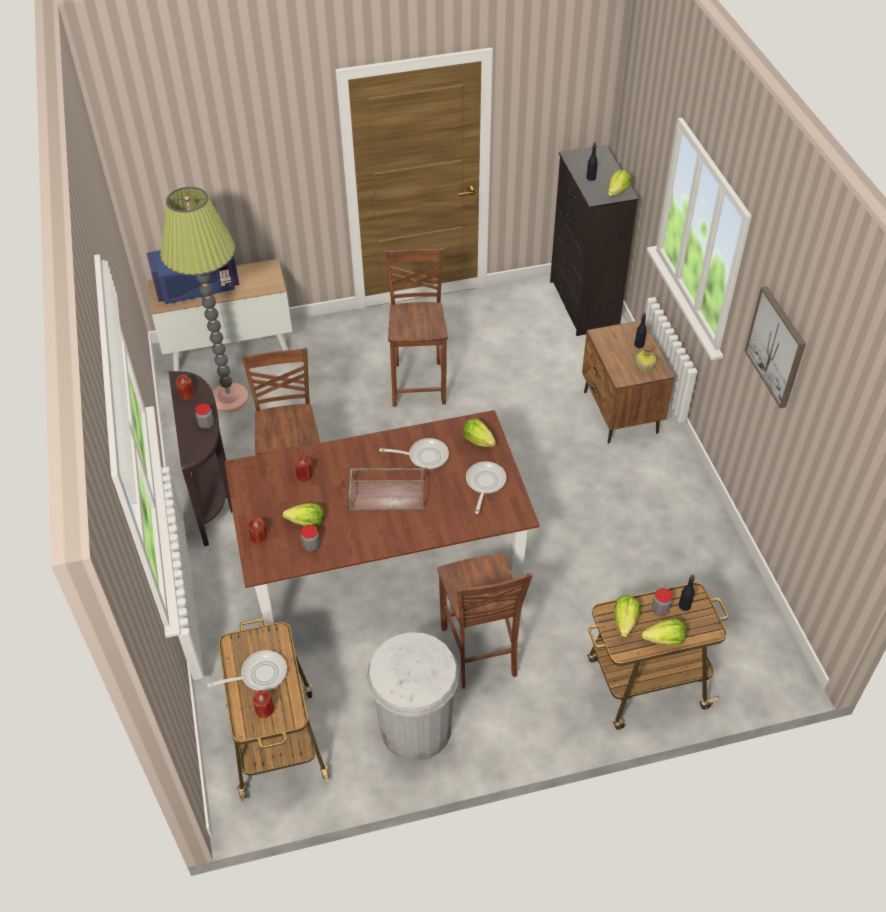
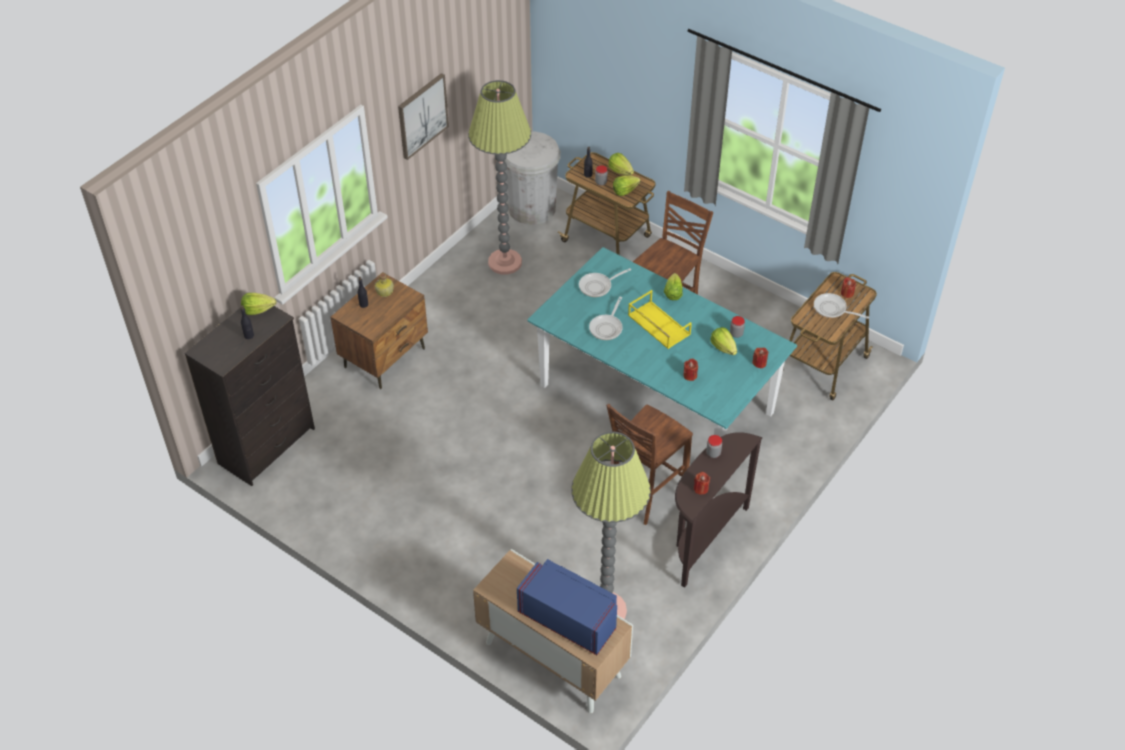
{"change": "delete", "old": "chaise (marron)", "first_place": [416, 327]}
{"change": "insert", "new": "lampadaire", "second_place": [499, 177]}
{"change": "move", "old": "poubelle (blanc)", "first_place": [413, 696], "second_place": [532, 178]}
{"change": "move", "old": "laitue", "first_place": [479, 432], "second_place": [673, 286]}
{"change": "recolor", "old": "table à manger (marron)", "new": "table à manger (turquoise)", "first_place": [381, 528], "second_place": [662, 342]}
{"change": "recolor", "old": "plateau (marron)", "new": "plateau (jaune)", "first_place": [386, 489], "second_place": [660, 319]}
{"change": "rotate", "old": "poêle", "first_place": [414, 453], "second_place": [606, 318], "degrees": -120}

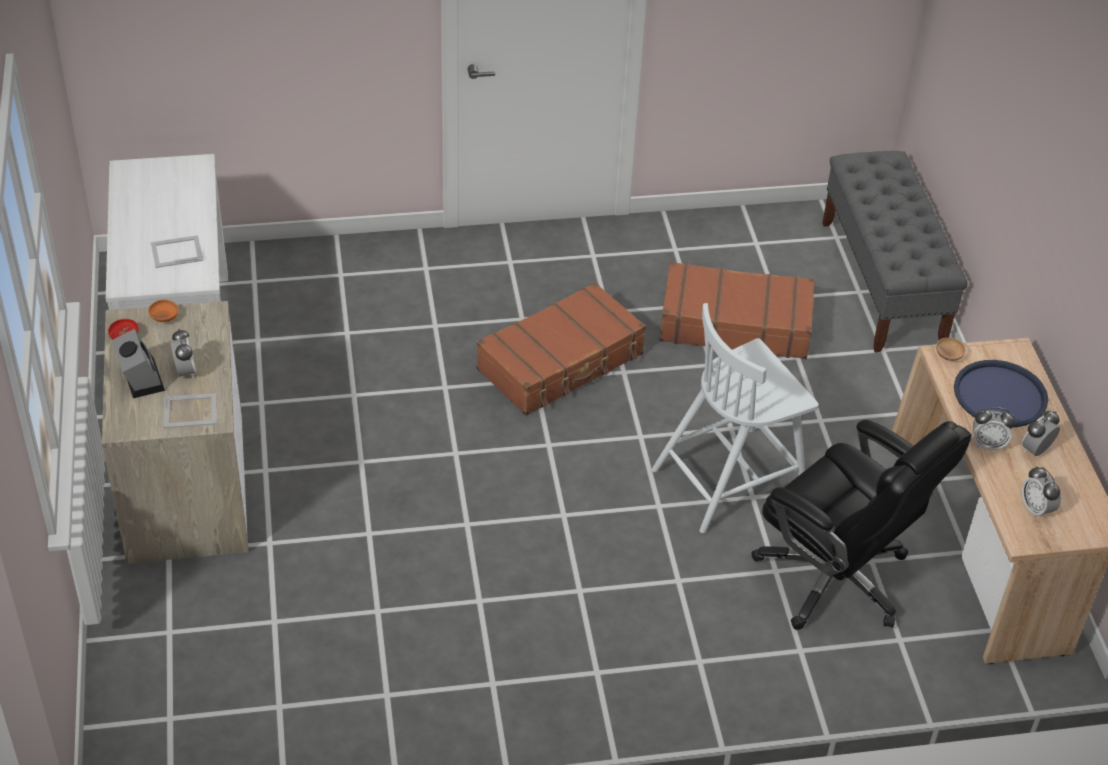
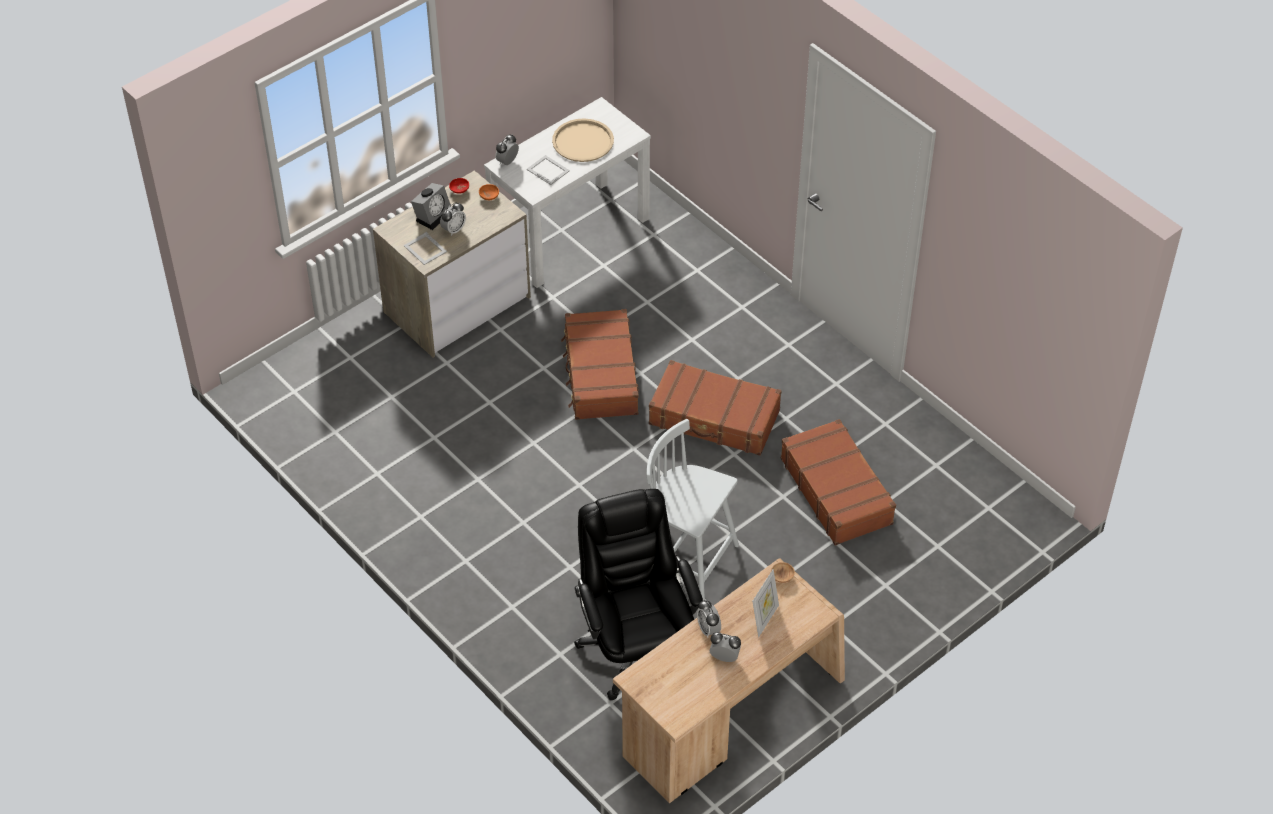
{"change": "delete", "old": "banc (gris)", "first_place": [895, 252]}
{"change": "insert", "new": "plateau (beige)", "second_place": [583, 140]}
{"change": "insert", "new": "valise (marron)", "second_place": [600, 364]}
{"change": "move", "old": "réveil", "first_place": [1041, 492], "second_place": [507, 149]}
{"change": "replace", "old": "plateau (bleu)", "new": "cadre photo", "first_place": [1001, 393], "second_place": [765, 603]}
{"change": "rotate", "old": "chaise de bureau (noir)", "first_place": [861, 525], "second_place": [638, 594], "degrees": 150}

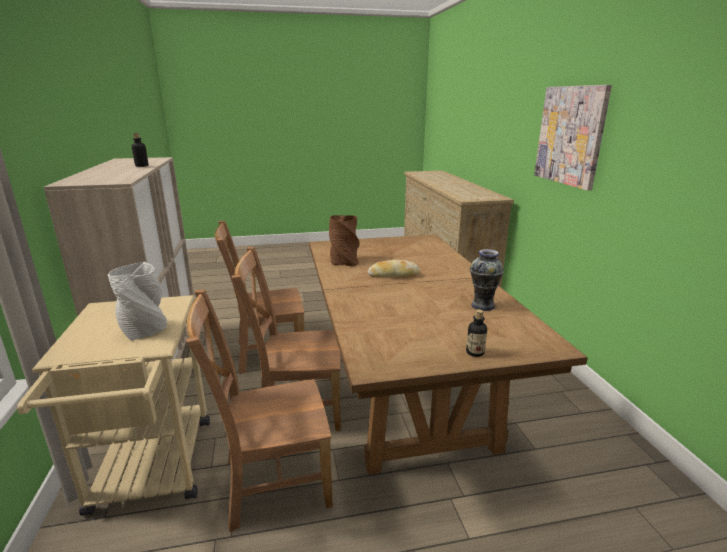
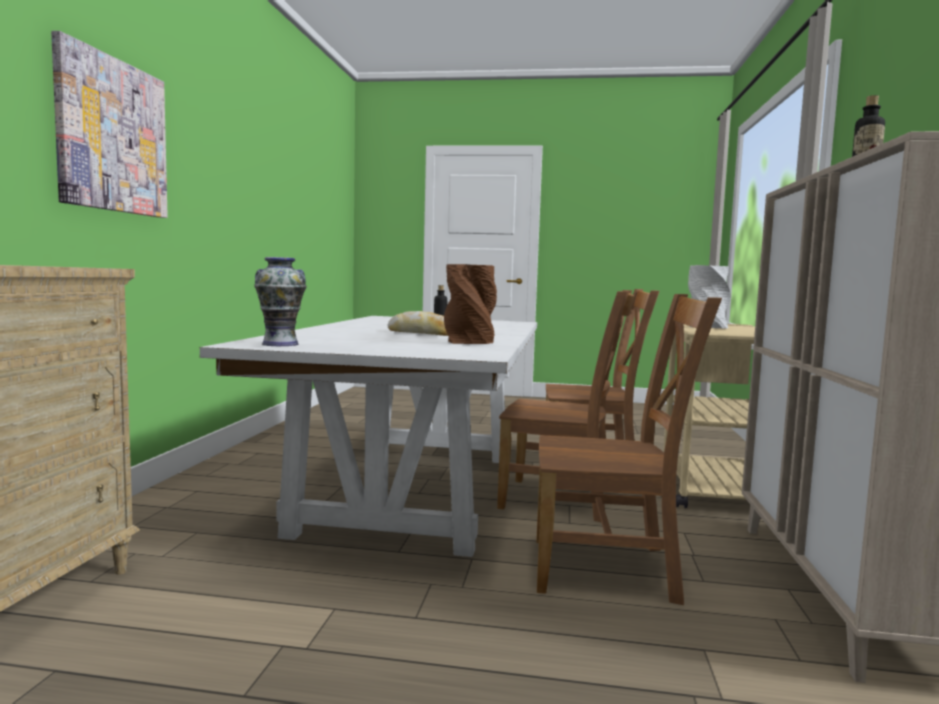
{"change": "move", "old": "vase", "first_place": [487, 280], "second_place": [280, 301]}
{"change": "recolor", "old": "table à manger (marron)", "new": "table à manger (blanc)", "first_place": [448, 354], "second_place": [368, 436]}

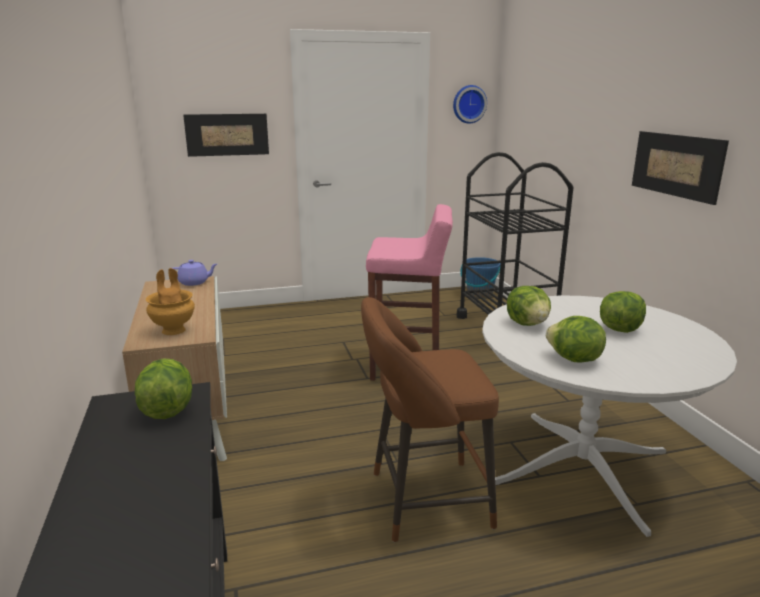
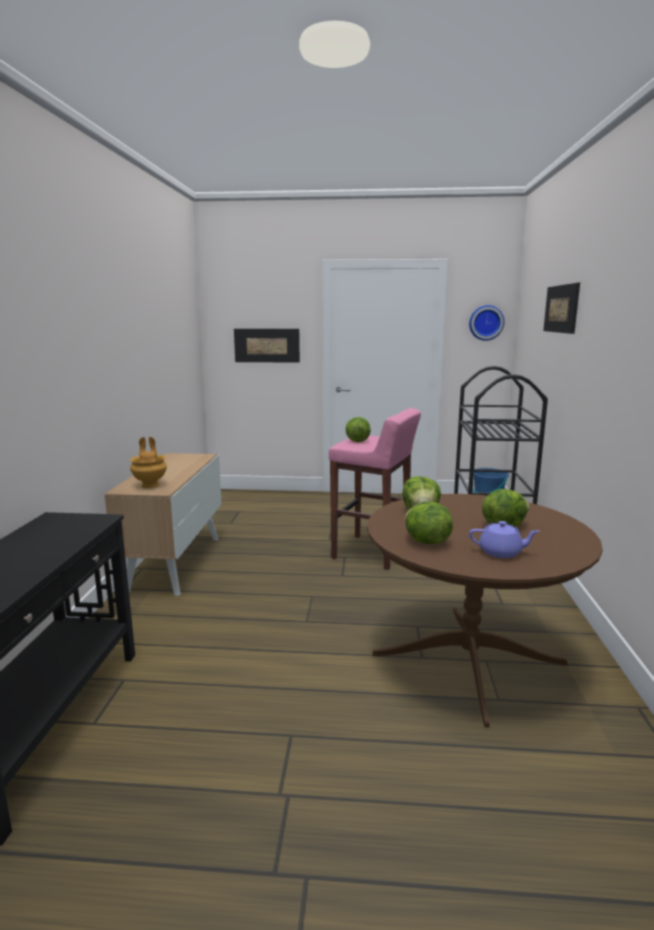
{"change": "delete", "old": "tabouret (marron)", "first_place": [430, 419]}
{"change": "move", "old": "laitue", "first_place": [163, 388], "second_place": [358, 429]}
{"change": "move", "old": "théière (violet)", "first_place": [195, 273], "second_place": [504, 539]}
{"change": "move", "old": "tableau", "first_place": [680, 168], "second_place": [561, 308]}
{"change": "recolor", "old": "table à manger (blanc)", "new": "table à manger (marron)", "first_place": [609, 416], "second_place": [485, 610]}

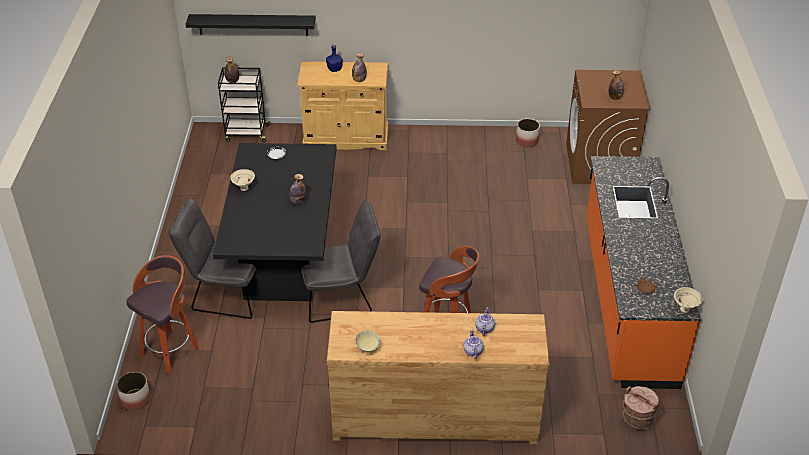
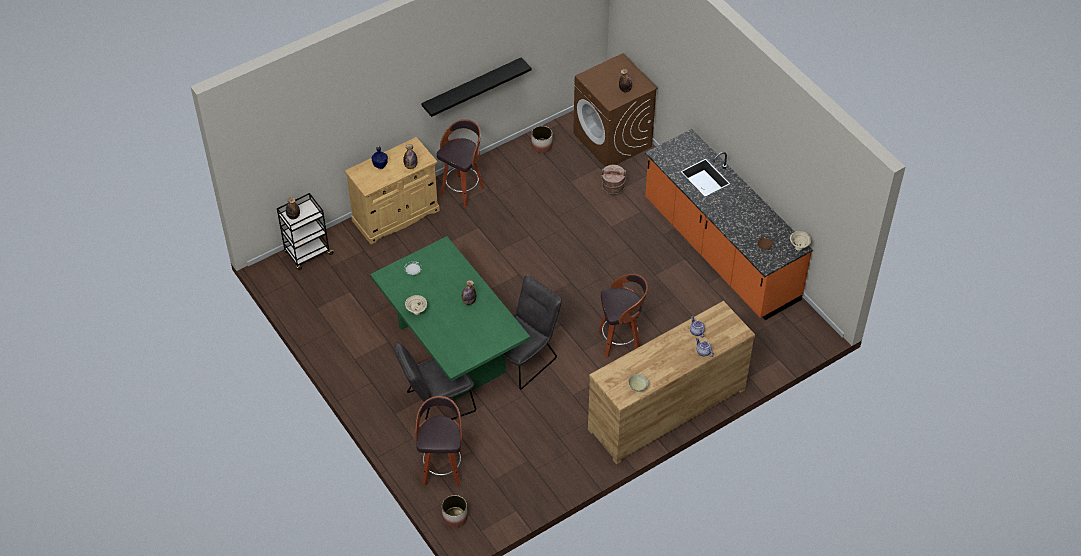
{"change": "insert", "new": "tabouret", "second_place": [460, 163]}
{"change": "move", "old": "étagère (noir)", "first_place": [250, 25], "second_place": [476, 87]}
{"change": "move", "old": "seau (marron)", "first_place": [640, 408], "second_place": [613, 179]}
{"change": "recolor", "old": "table à manger (noir)", "new": "table à manger (vert)", "first_place": [275, 222], "second_place": [450, 318]}

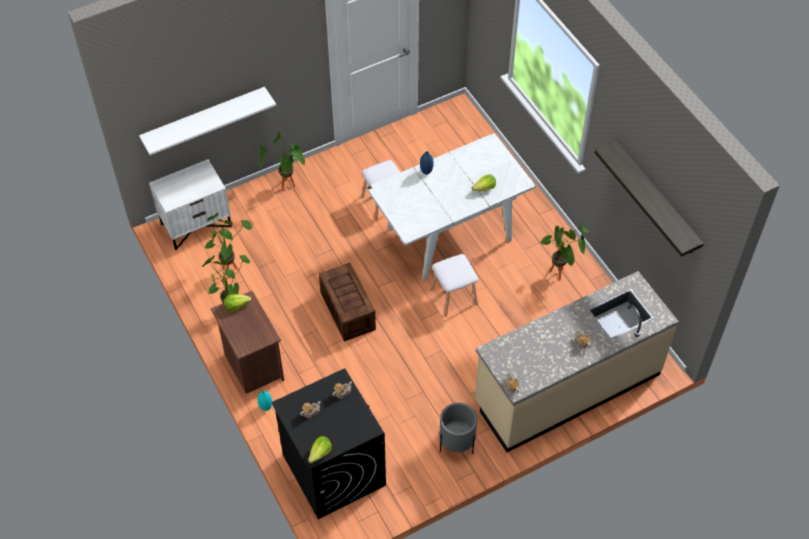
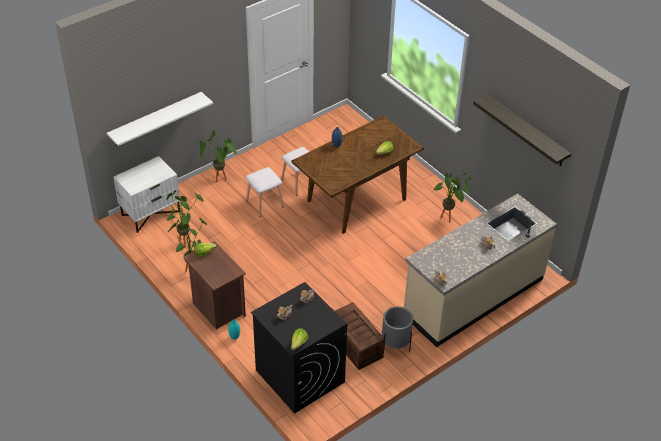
{"change": "move", "old": "caisse", "first_place": [347, 302], "second_place": [360, 336]}
{"change": "move", "old": "tabouret (blanc)", "first_place": [454, 285], "second_place": [264, 192]}
{"change": "recolor", "old": "table à manger (blanc)", "new": "table à manger (marron)", "first_place": [451, 207], "second_place": [357, 175]}

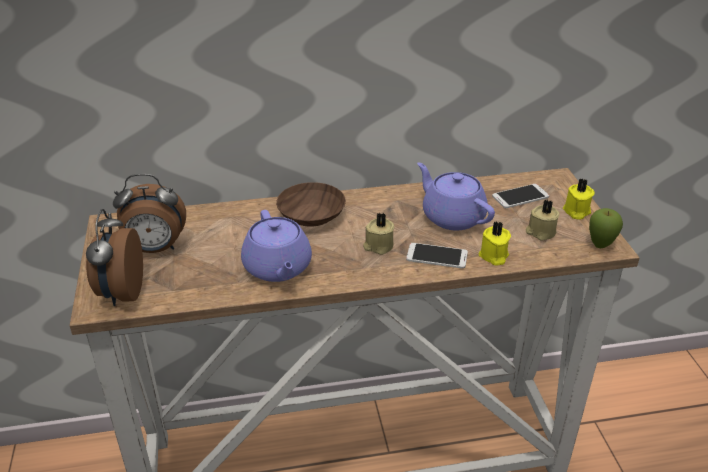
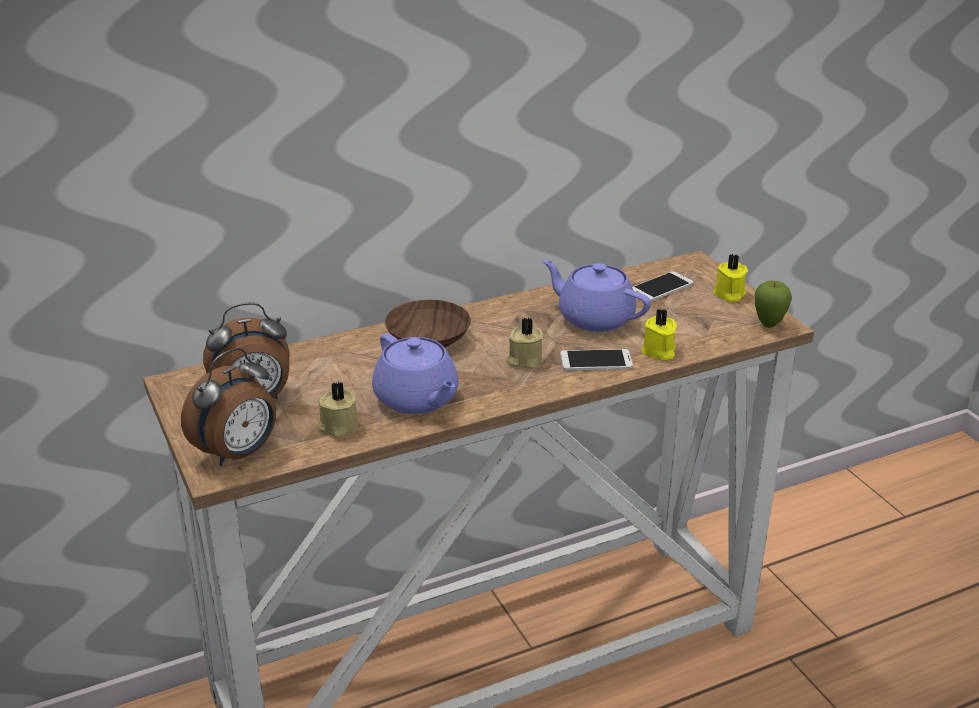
{"change": "move", "old": "bougie (beige)", "first_place": [543, 220], "second_place": [338, 409]}
{"change": "rotate", "old": "réveil", "first_place": [114, 257], "second_place": [228, 407], "degrees": -120}

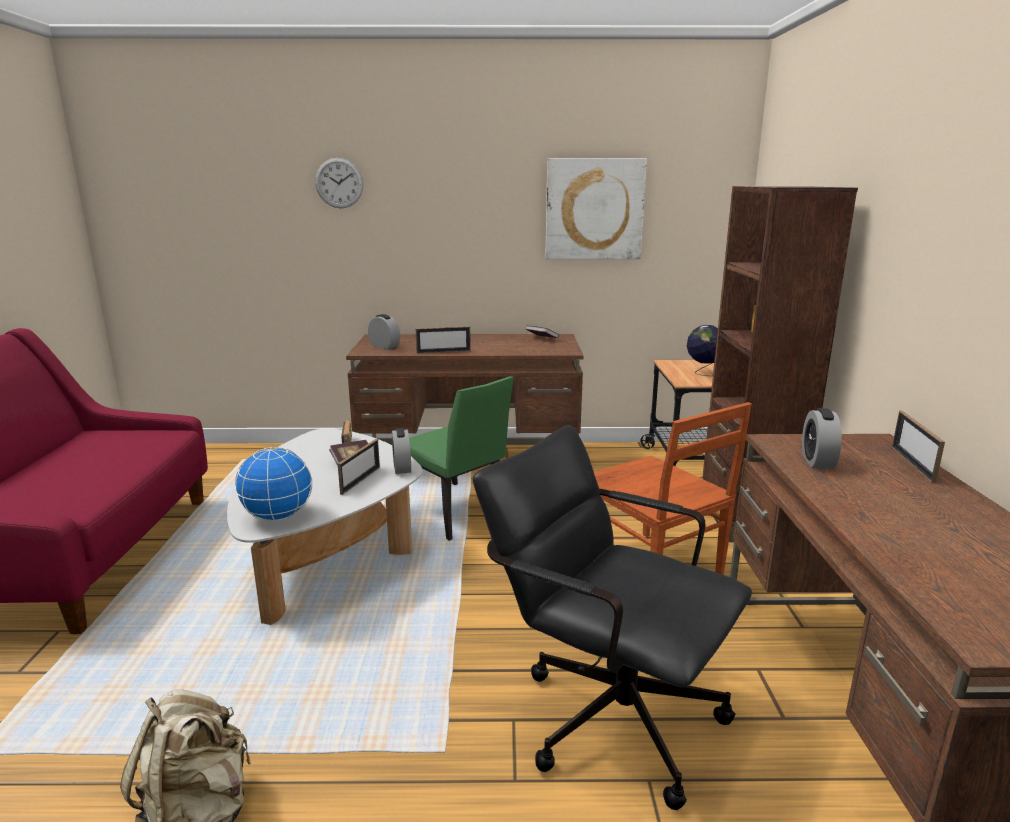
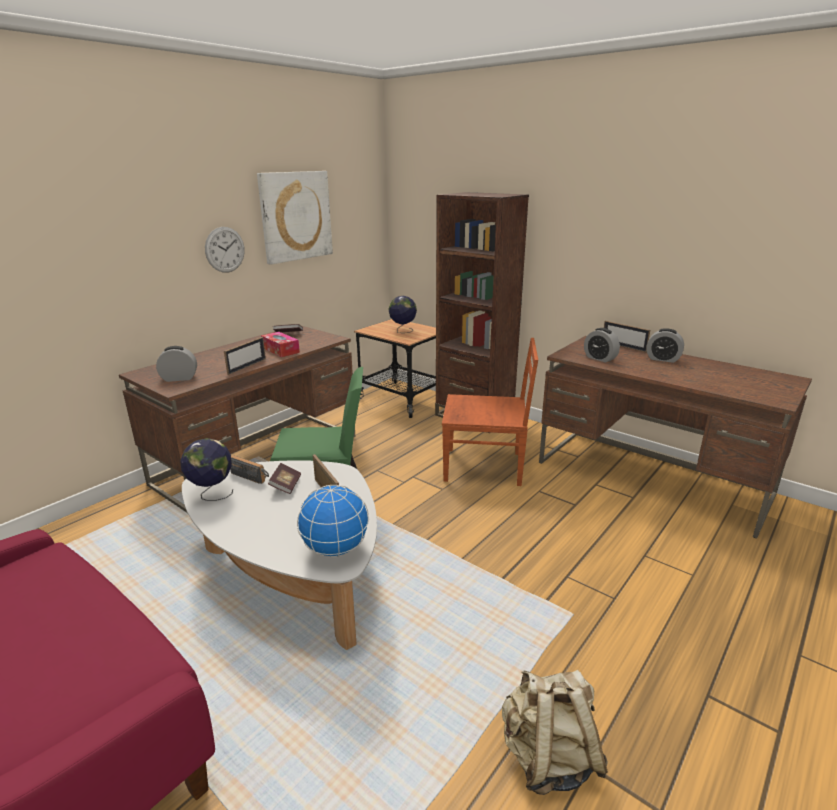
{"change": "delete", "old": "chaise de bureau (noir)", "first_place": [612, 617]}
{"change": "insert", "new": "globe", "second_place": [206, 469]}
{"change": "insert", "new": "boîte à mouchoirs", "second_place": [280, 344]}
{"change": "move", "old": "horloge murale", "first_place": [339, 183], "second_place": [225, 250]}
{"change": "move", "old": "réveil", "first_place": [401, 451], "second_place": [665, 345]}

